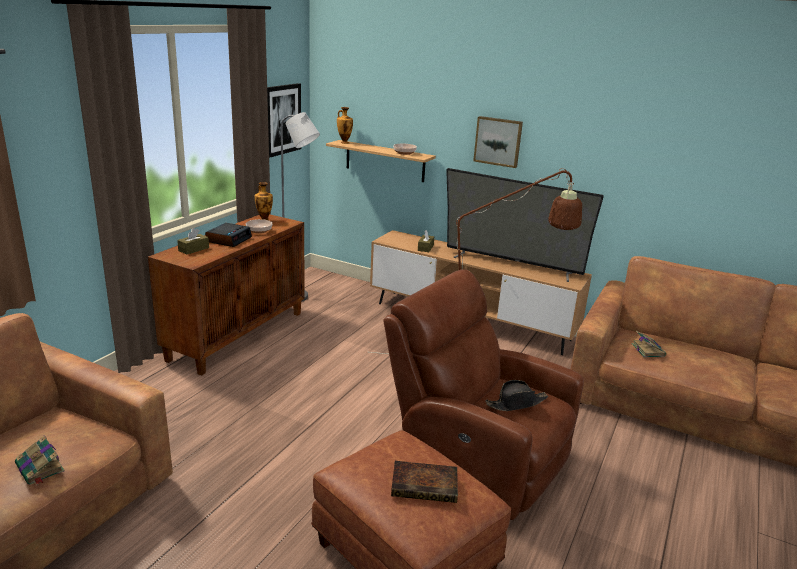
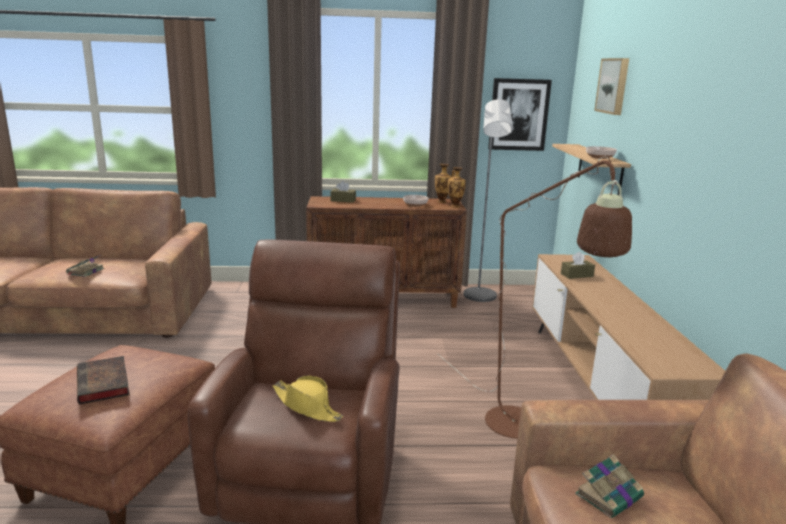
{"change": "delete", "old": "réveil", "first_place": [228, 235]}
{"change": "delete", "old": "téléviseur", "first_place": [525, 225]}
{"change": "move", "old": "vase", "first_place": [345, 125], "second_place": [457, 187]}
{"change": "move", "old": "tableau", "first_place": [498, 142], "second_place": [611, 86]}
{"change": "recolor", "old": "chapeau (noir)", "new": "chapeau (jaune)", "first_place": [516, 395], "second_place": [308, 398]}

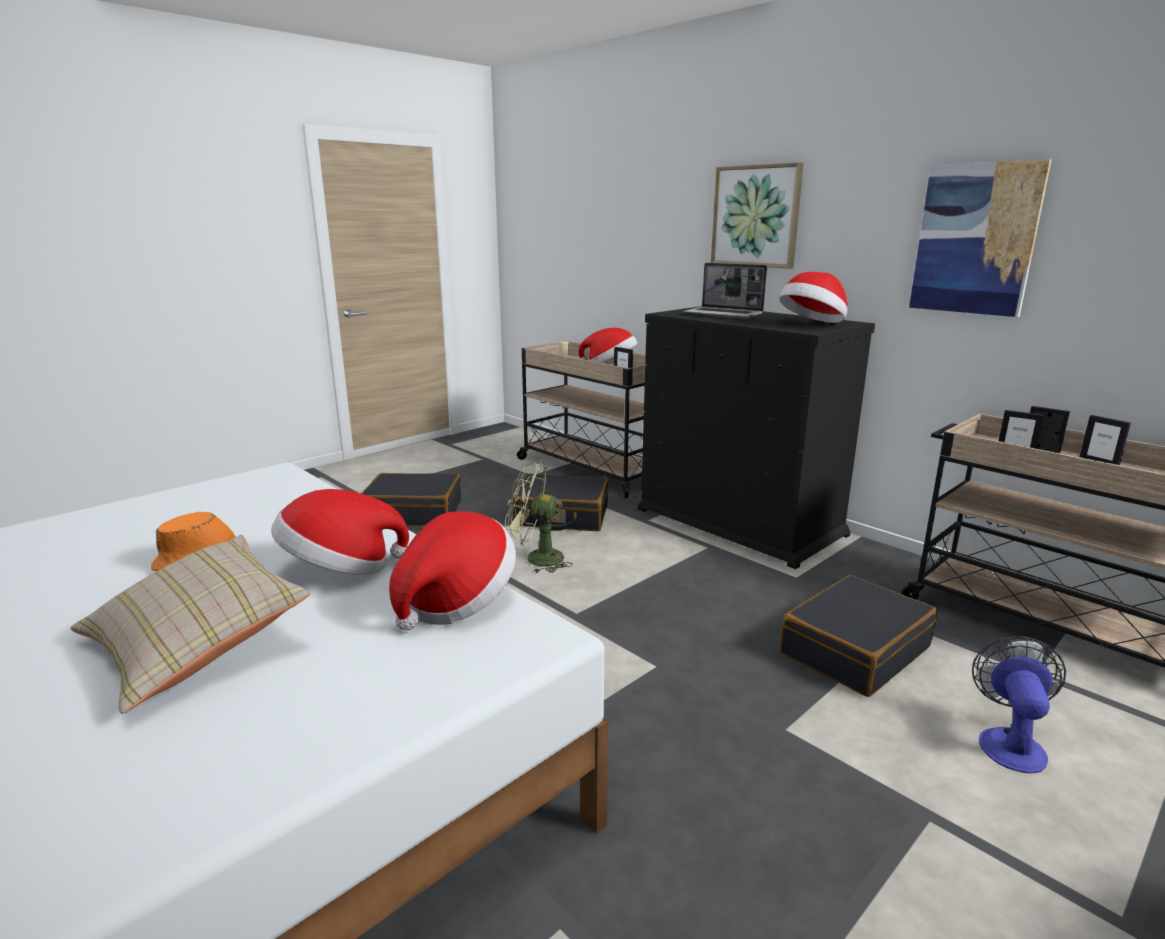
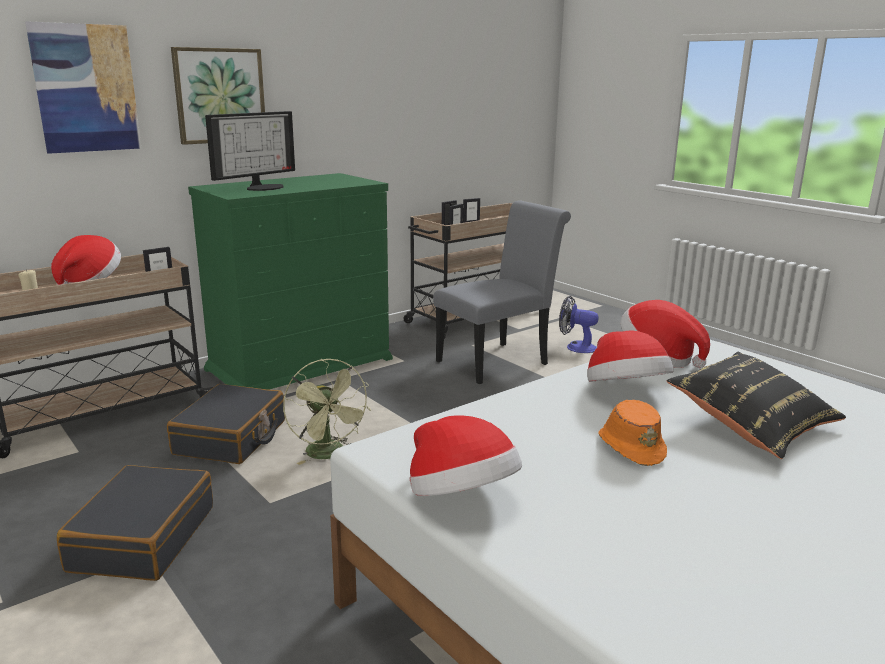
{"change": "move", "old": "chapeau", "first_place": [813, 297], "second_place": [465, 455]}
{"change": "move", "old": "tableau", "first_place": [980, 238], "second_place": [83, 87]}
{"change": "replace", "old": "ordinateur portable", "new": "écran d'ordinateur", "first_place": [725, 291], "second_place": [250, 151]}
{"change": "replace", "old": "valise (noir)", "new": "chaise (gris)", "first_place": [858, 636], "second_place": [502, 292]}
{"change": "recolor", "old": "coussin (beige)", "new": "coussin (noir)", "first_place": [190, 624], "second_place": [756, 405]}
{"change": "recolor", "old": "commode (noir)", "new": "commode (vert)", "first_place": [756, 437], "second_place": [290, 281]}
{"change": "rotate", "old": "ventilateur (vert)", "first_place": [539, 518], "second_place": [327, 412], "degrees": -45}

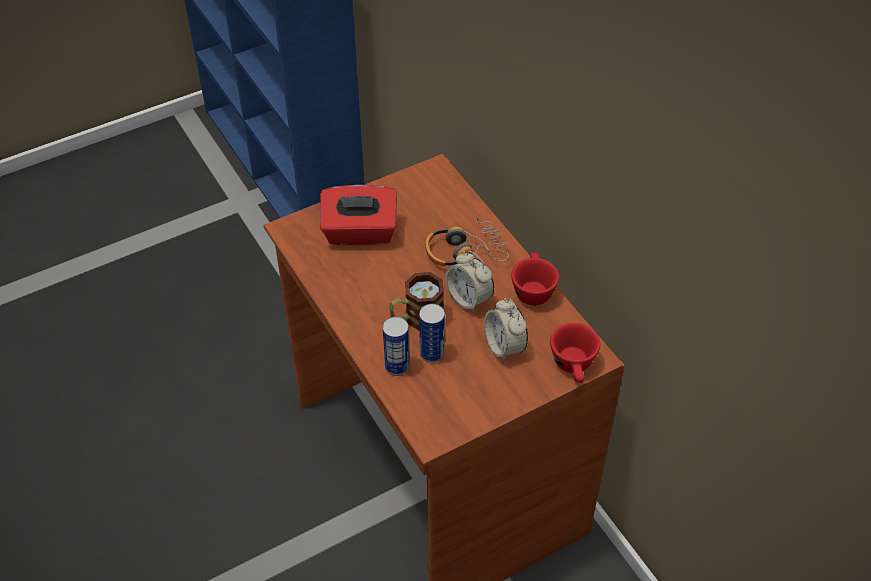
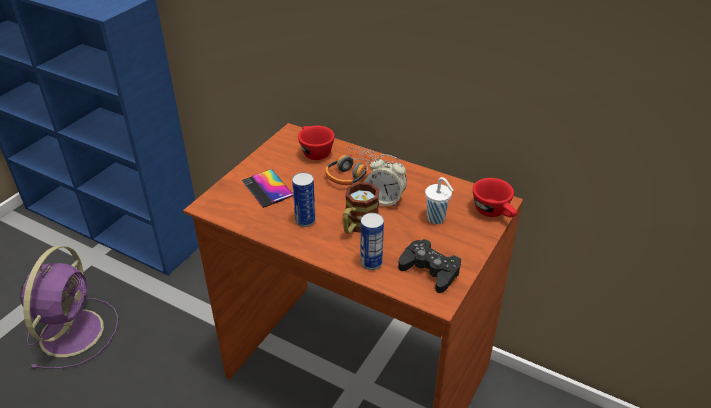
{"change": "insert", "new": "ventilateur (violet)", "second_place": [69, 307]}
{"change": "insert", "new": "manette (noir)", "second_place": [429, 266]}
{"change": "move", "old": "boîte métallique", "first_place": [432, 333], "second_place": [304, 199]}
{"change": "move", "old": "tasse (rouge)", "first_place": [535, 279], "second_place": [316, 143]}
{"change": "replace", "old": "boîte à mouchoirs (rouge)", "new": "téléphone", "first_place": [358, 215], "second_place": [267, 188]}
{"change": "replace", "old": "réveil", "new": "tasse (blanc)", "first_place": [506, 330], "second_place": [439, 200]}

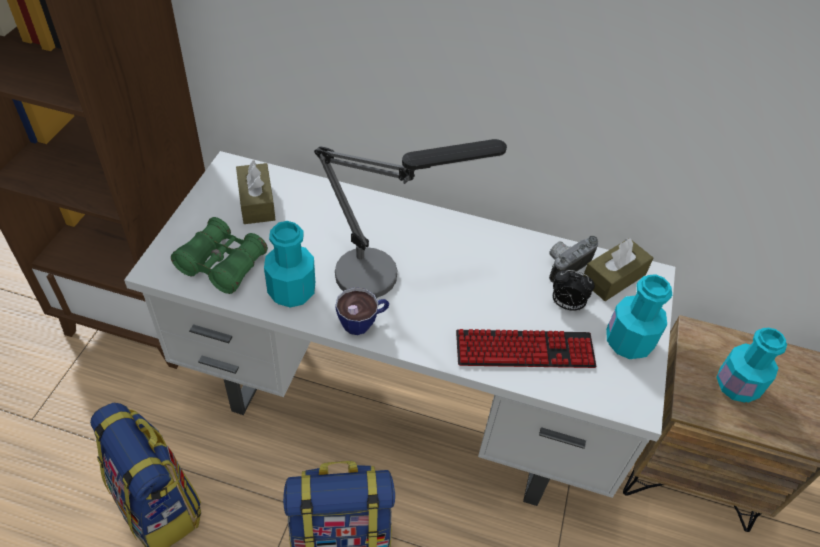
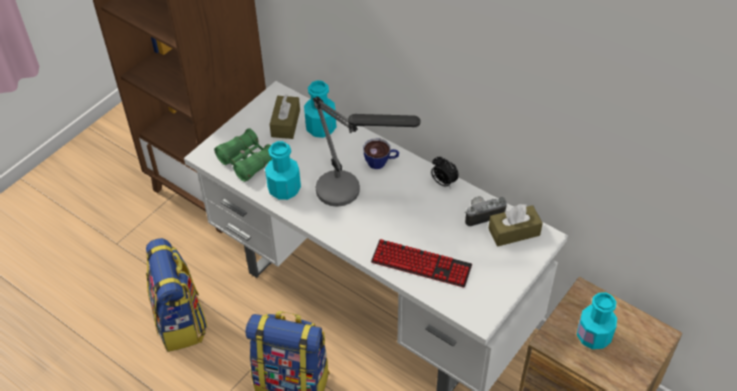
{"change": "move", "old": "tasse", "first_place": [362, 311], "second_place": [381, 153]}
{"change": "move", "old": "réveil", "first_place": [574, 290], "second_place": [445, 171]}
{"change": "move", "old": "bouteille (turquoise)", "first_place": [639, 316], "second_place": [320, 109]}

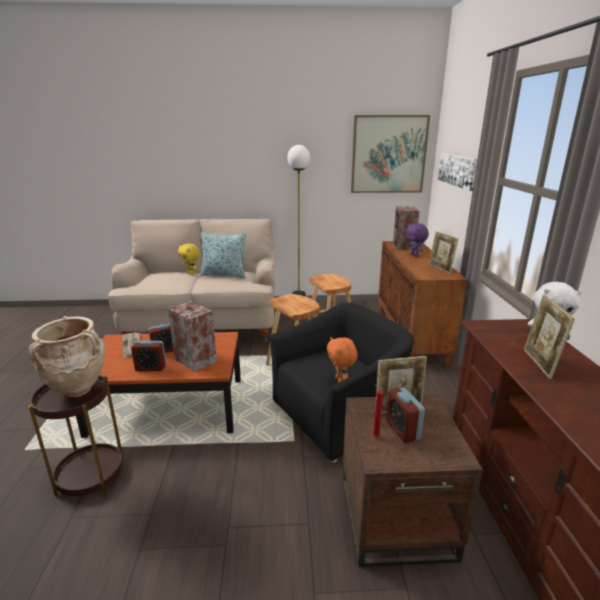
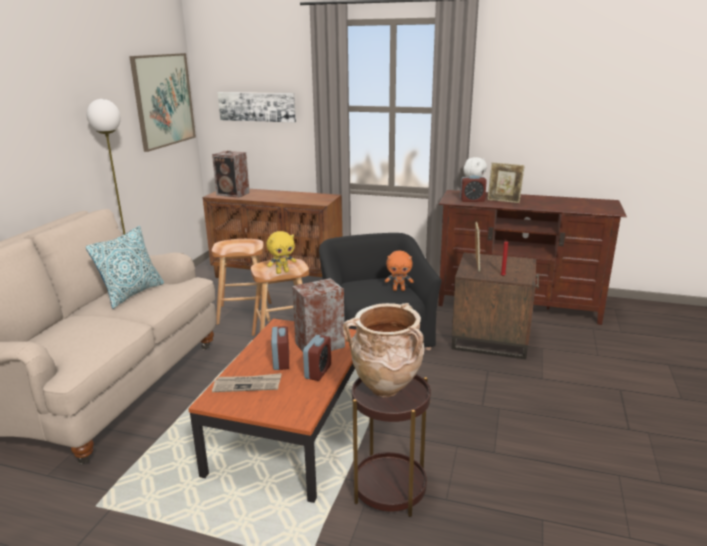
{"change": "delete", "old": "peluche (violet)", "first_place": [417, 240]}
{"change": "delete", "old": "cadre photo", "first_place": [443, 252]}
{"change": "move", "old": "peluche (jaune)", "first_place": [189, 259], "second_place": [281, 252]}
{"change": "move", "old": "réveil", "first_place": [405, 415], "second_place": [473, 188]}

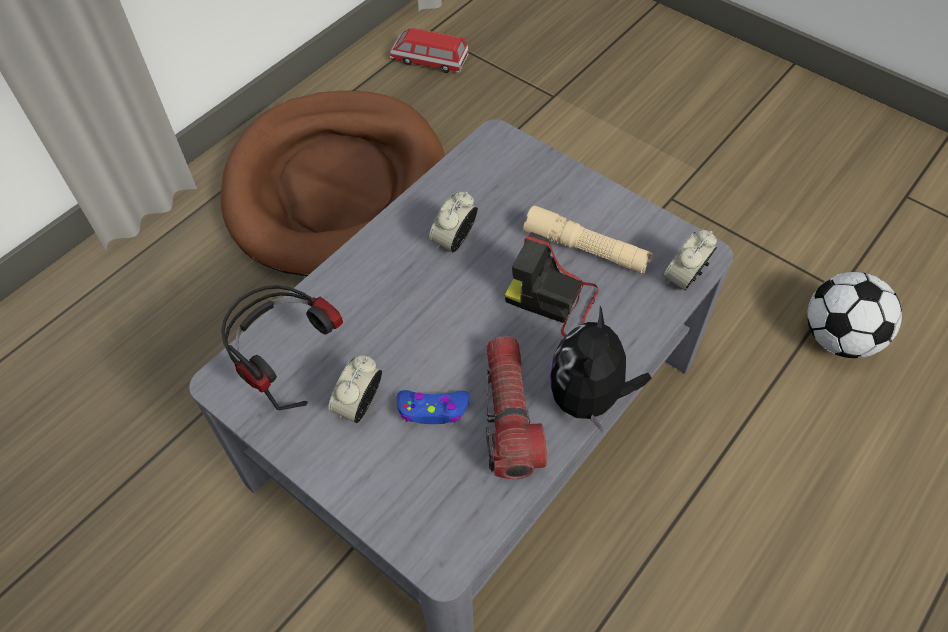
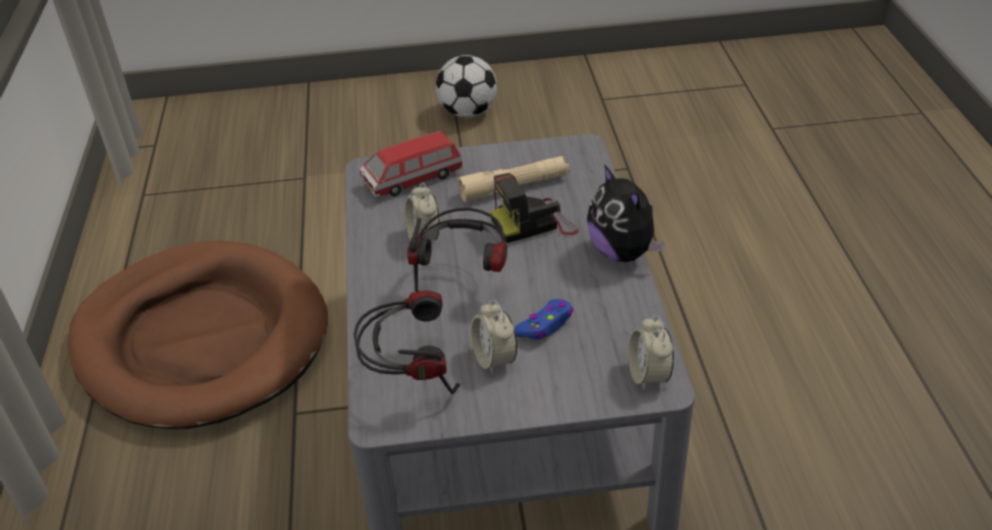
{"change": "delete", "old": "lampe de poche", "first_place": [516, 407]}
{"change": "insert", "new": "casque audio", "second_place": [457, 250]}
{"change": "move", "old": "petite voiture", "first_place": [429, 50], "second_place": [411, 163]}
{"change": "move", "old": "réveil", "first_place": [690, 260], "second_place": [651, 353]}
{"change": "move", "old": "ballon de foot", "first_place": [854, 315], "second_place": [466, 86]}

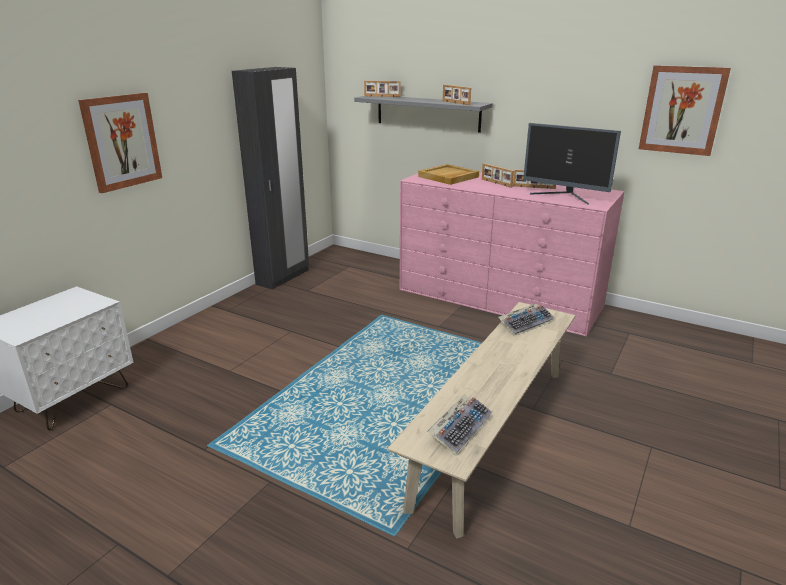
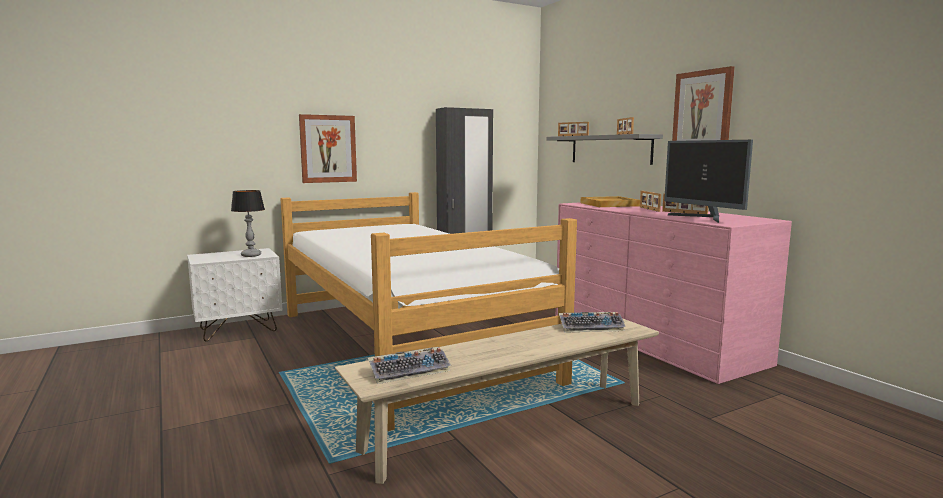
{"change": "insert", "new": "lampe de table", "second_place": [248, 223]}
{"change": "insert", "new": "lit", "second_place": [429, 311]}
{"change": "move", "old": "tableau", "first_place": [685, 110], "second_place": [703, 103]}

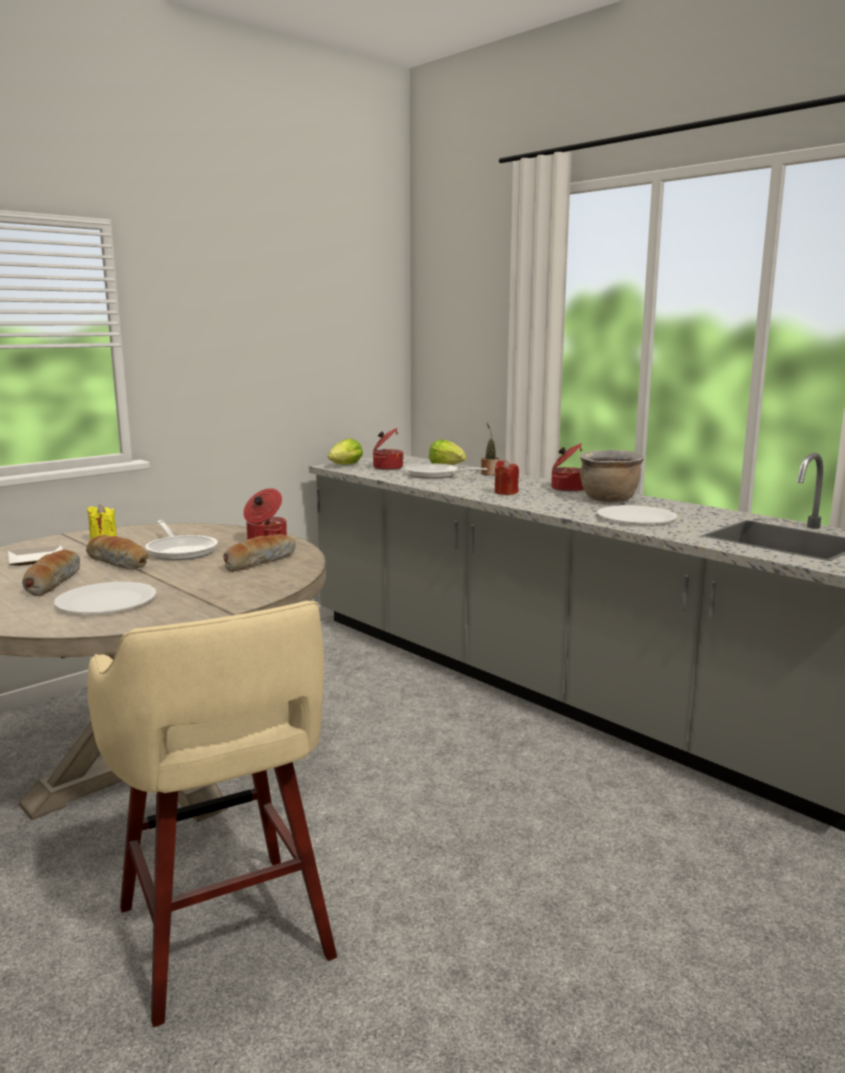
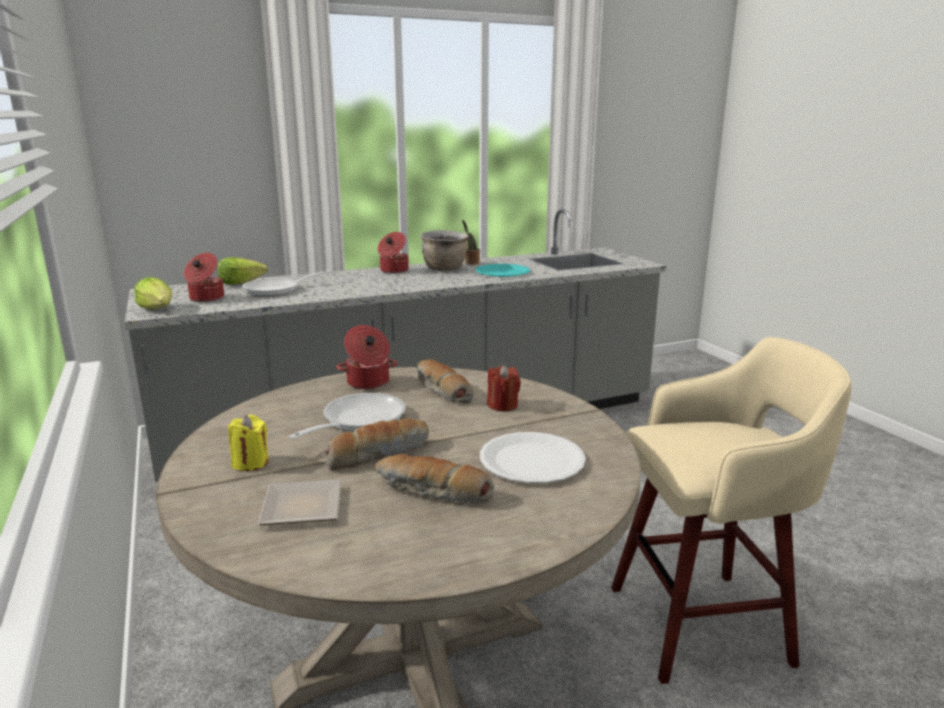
{"change": "move", "old": "plante en pot", "first_place": [490, 449], "second_place": [471, 242]}
{"change": "move", "old": "bougie (rouge)", "first_place": [507, 477], "second_place": [504, 388]}
{"change": "recolor", "old": "assiette (blanc)", "new": "assiette (turquoise)", "first_place": [637, 514], "second_place": [502, 270]}
{"change": "rotate", "old": "poêle", "first_place": [181, 540], "second_place": [347, 416], "degrees": -45}

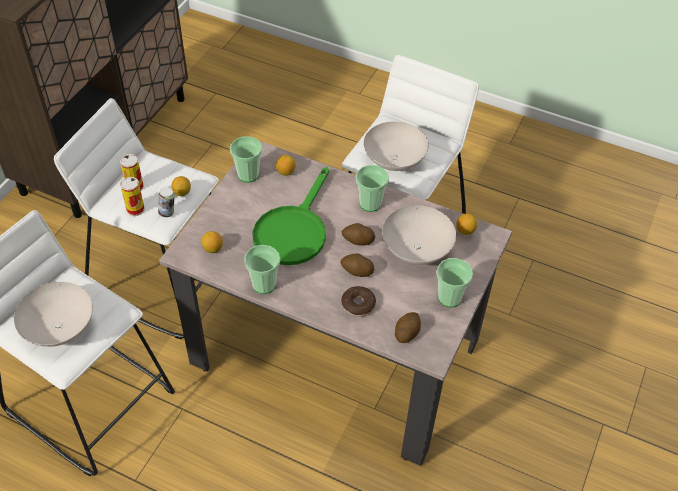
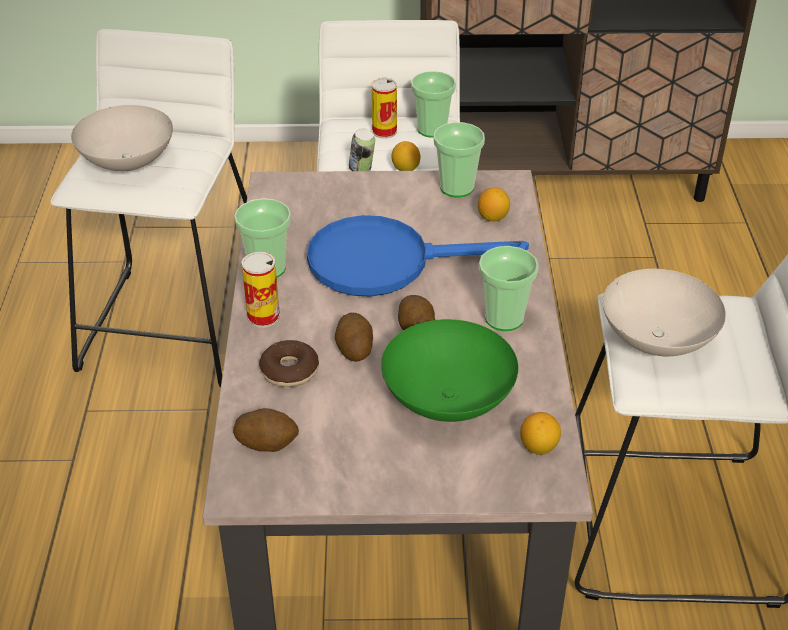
{"change": "delete", "old": "citron", "first_place": [212, 242]}
{"change": "move", "old": "boîte métallique", "first_place": [132, 196], "second_place": [260, 290]}
{"change": "move", "old": "tasse", "first_place": [455, 282], "second_place": [433, 104]}
{"change": "recolor", "old": "poêle (vert)", "new": "poêle (bleu)", "first_place": [291, 216], "second_place": [418, 256]}
{"change": "recolor", "old": "bol (blanc)", "new": "bol (vert)", "first_place": [419, 235], "second_place": [449, 370]}

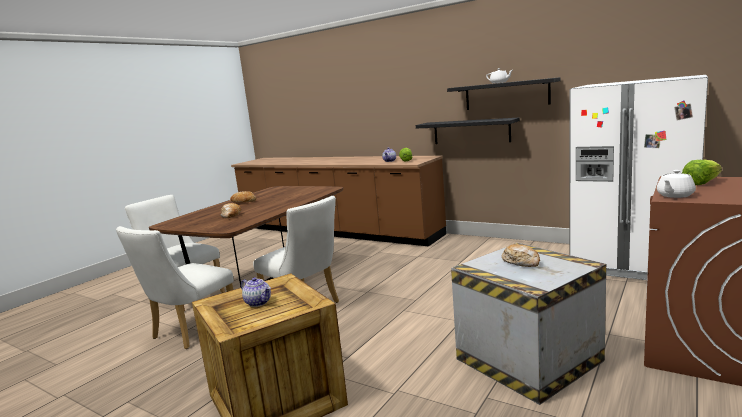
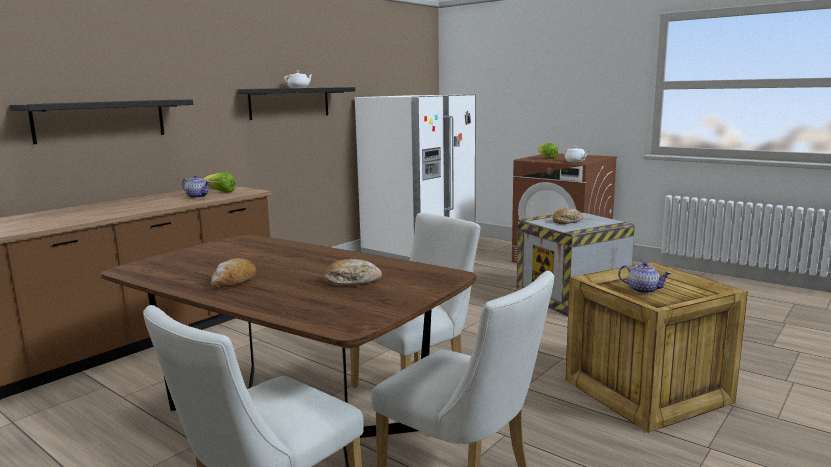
{"change": "move", "old": "étagère (noir)", "first_place": [468, 131], "second_place": [101, 122]}
{"change": "rotate", "old": "théière", "first_place": [256, 292], "second_place": [644, 278], "degrees": 75}

